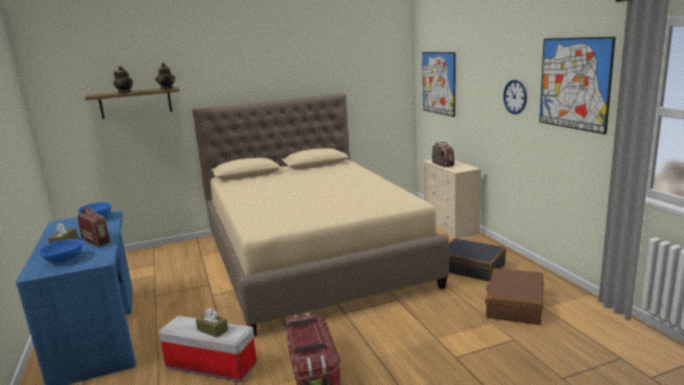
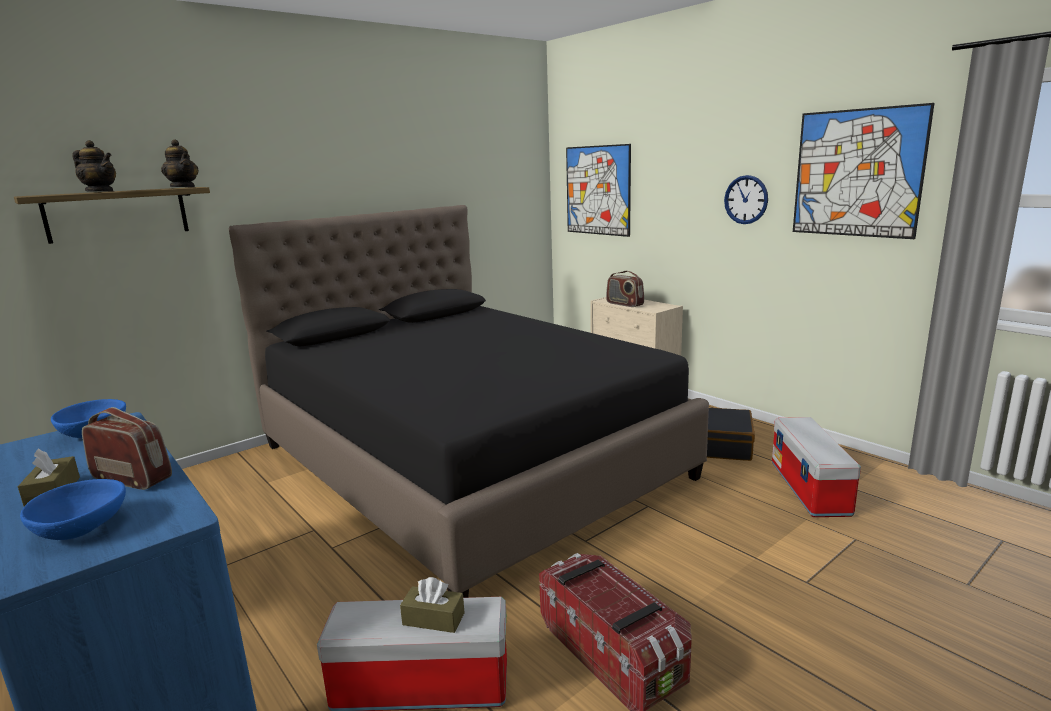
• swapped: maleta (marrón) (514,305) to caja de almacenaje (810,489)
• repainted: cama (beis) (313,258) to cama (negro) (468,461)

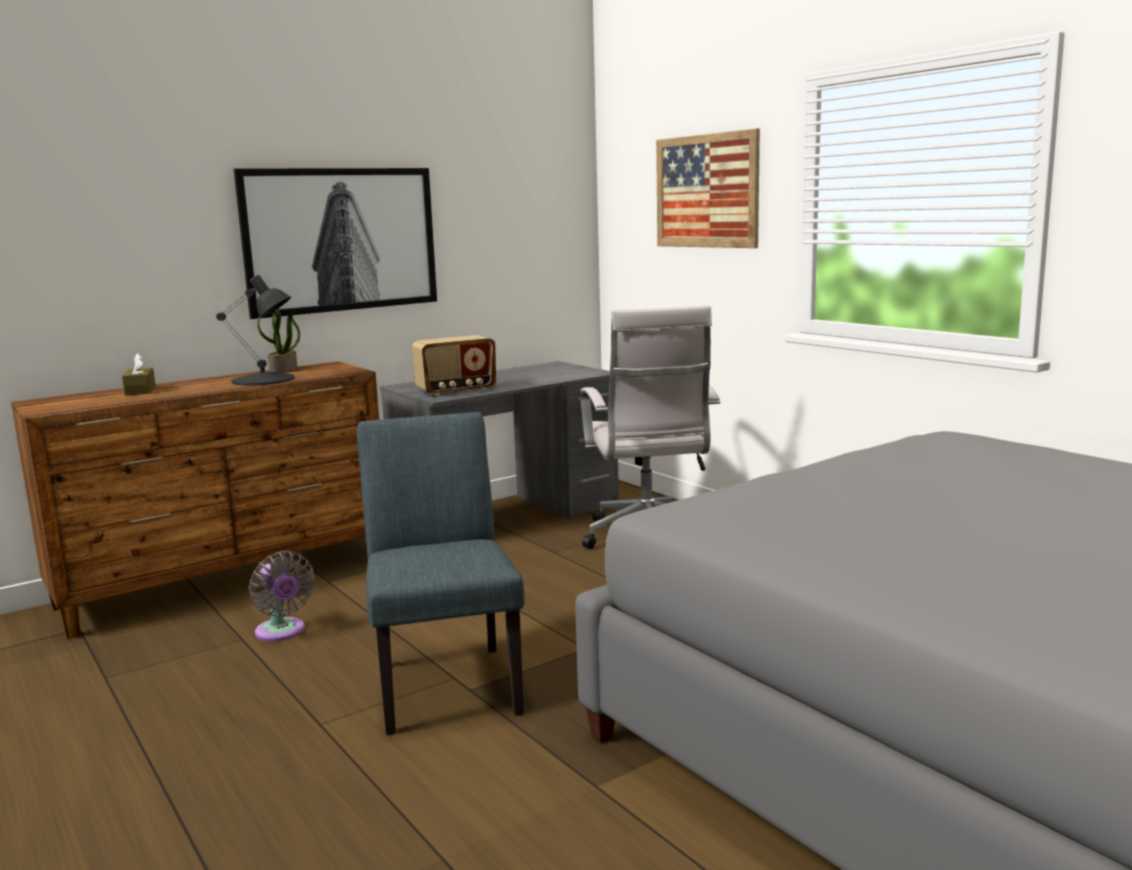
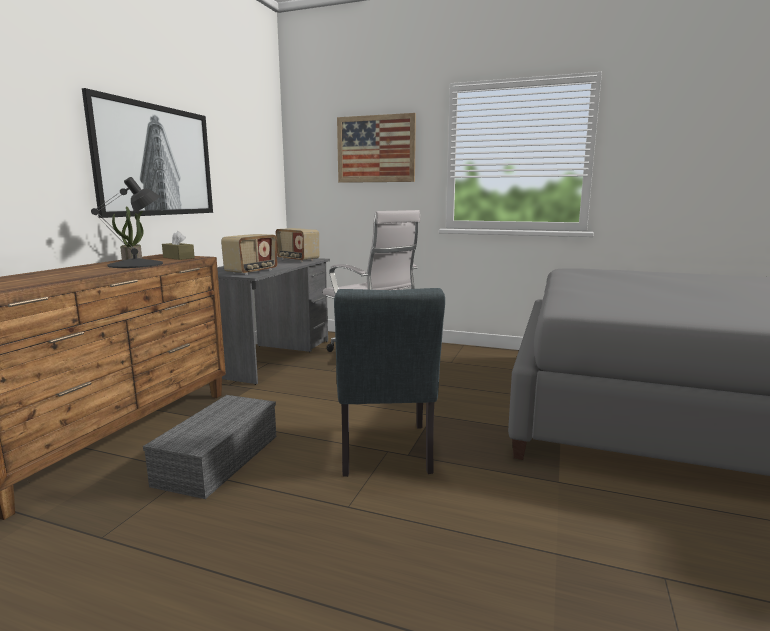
• new: radio (297,259)
• shifted: caja de pañuelos (marrón) (140,390) to (178,257)
• swapped: ventilador (gris) (282,632) to caja de almacenaje (gris) (218,458)
• rotated: silla (gris) (445,680) = (385,454) 135 degrees counterclockwise

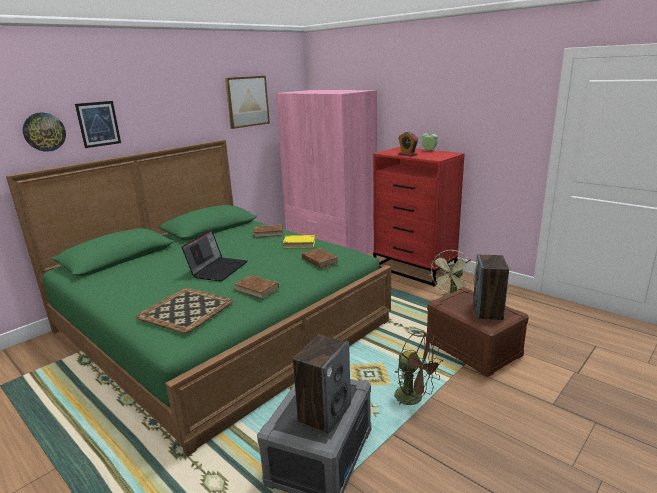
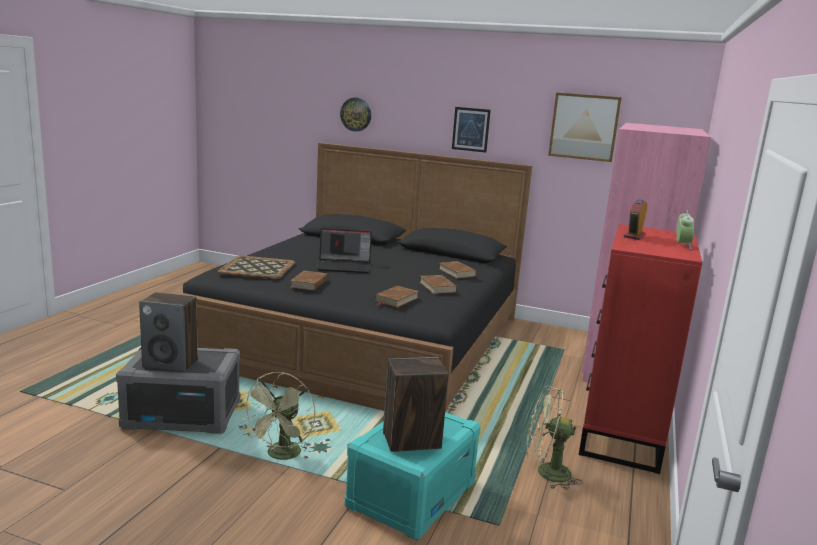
• shifted: cuadro (98,124) to (471,129)
• repainted: cama (verde) (219,326) to cama (negro) (365,337)
• repainted: libro (amarillo) (299,243) to libro (marrón) (437,287)
• repainted: ventilador (marrón) (414,398) to ventilador (verde) (281,456)
• repainted: caja de almacenaje (marrón) (472,349) to caja de almacenaje (turquesa) (411,494)

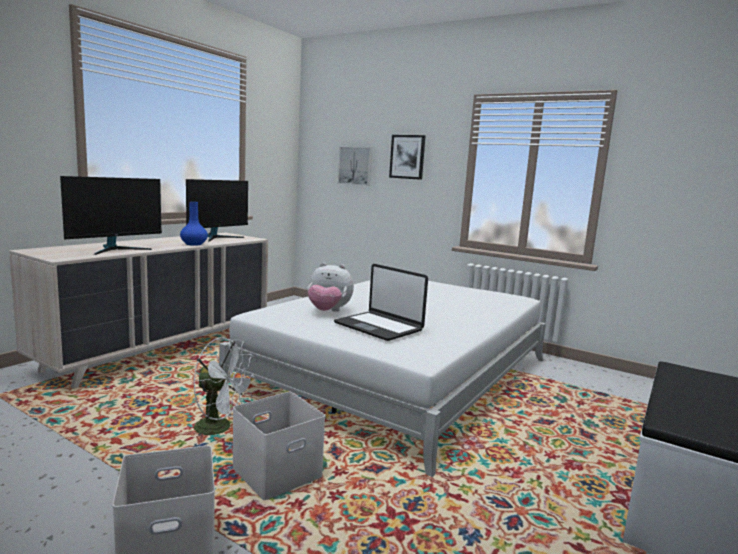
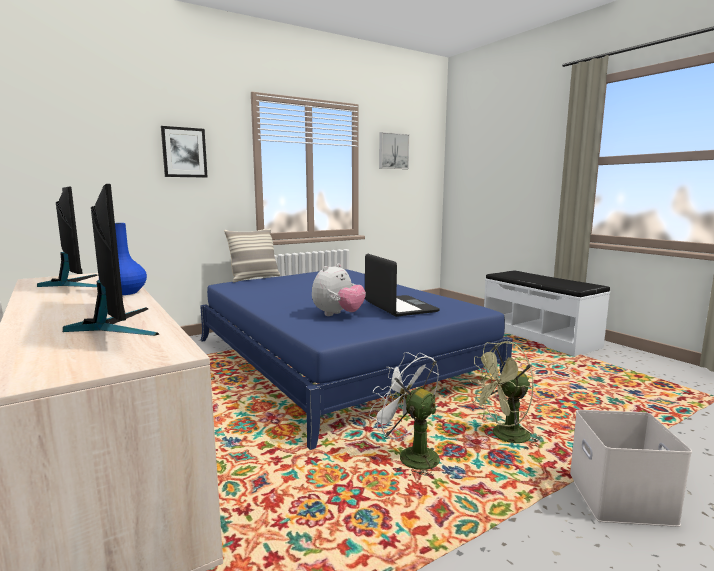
• new: cojín (254,278)
• shifted: cuadro (355,166) to (393,151)
• swapped: caja de almacenaje (blanco) (276,474) to ventilador (verde) (504,437)
• repainted: cama (blanco) (400,373) to cama (azul) (337,359)
• rotated: ventilador (blanco) (220,428) = (410,456) 90 degrees counterclockwise
• rotated: portátil (379,327) = (399,307) 90 degrees counterclockwise

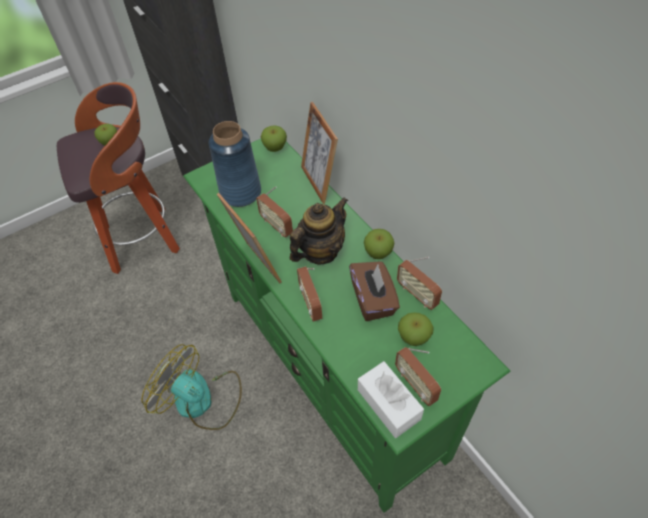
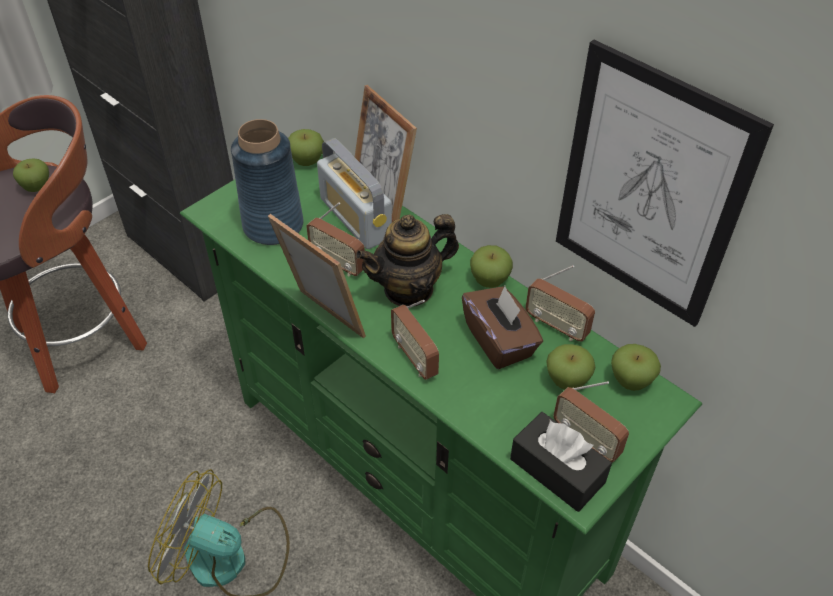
• new: radio (355,218)
• new: cuadro (649,190)
• new: manzana (630,381)
• repainted: caja de pañuelos (blanco) (388,404) to caja de pañuelos (negro) (557,470)
• rotated: tetera (320,251) = (409,289) 150 degrees counterclockwise

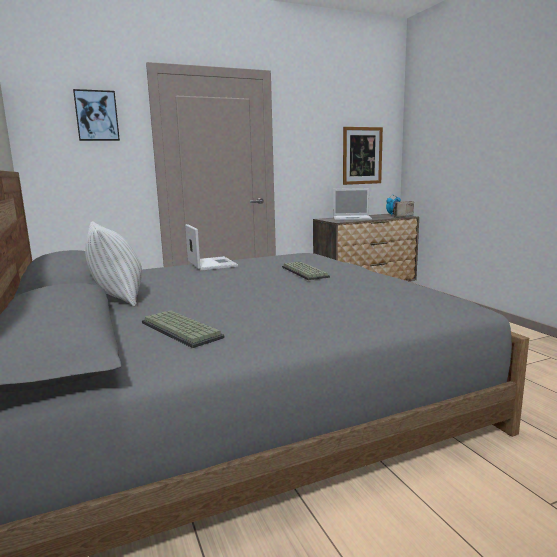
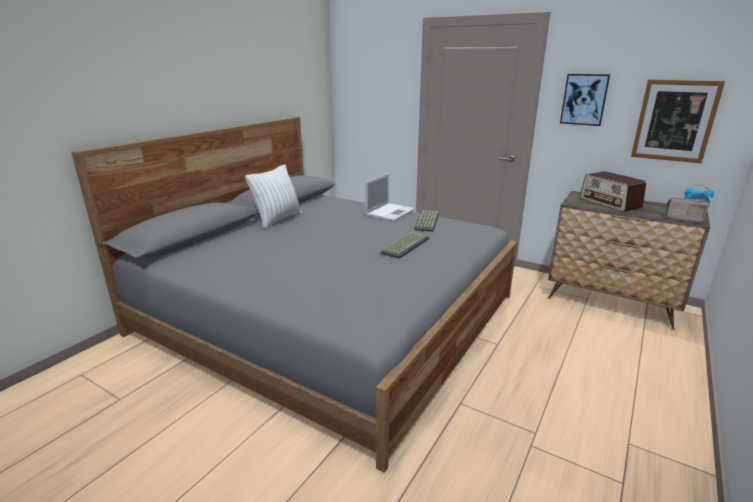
• shifted: cuadro (96,115) to (584,99)
• shifted: teclado (183,330) to (428,222)
• swapped: portátil (352,218) to radio (610,203)

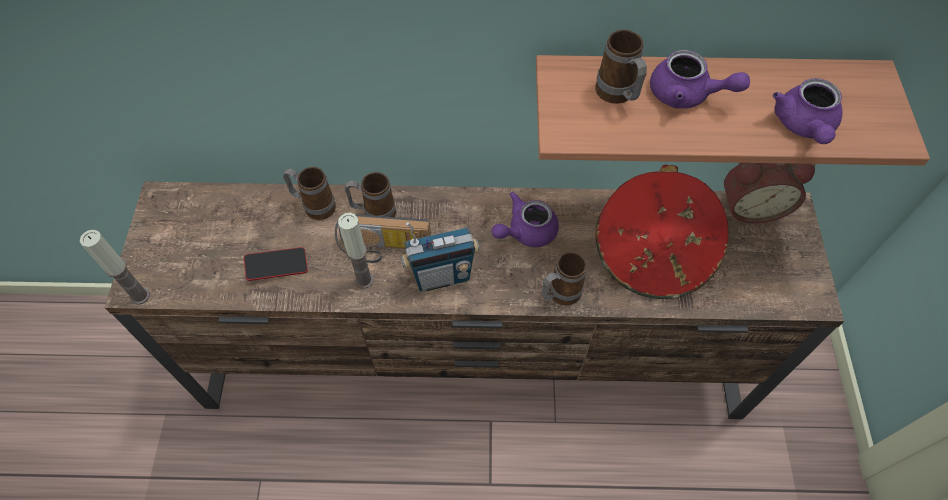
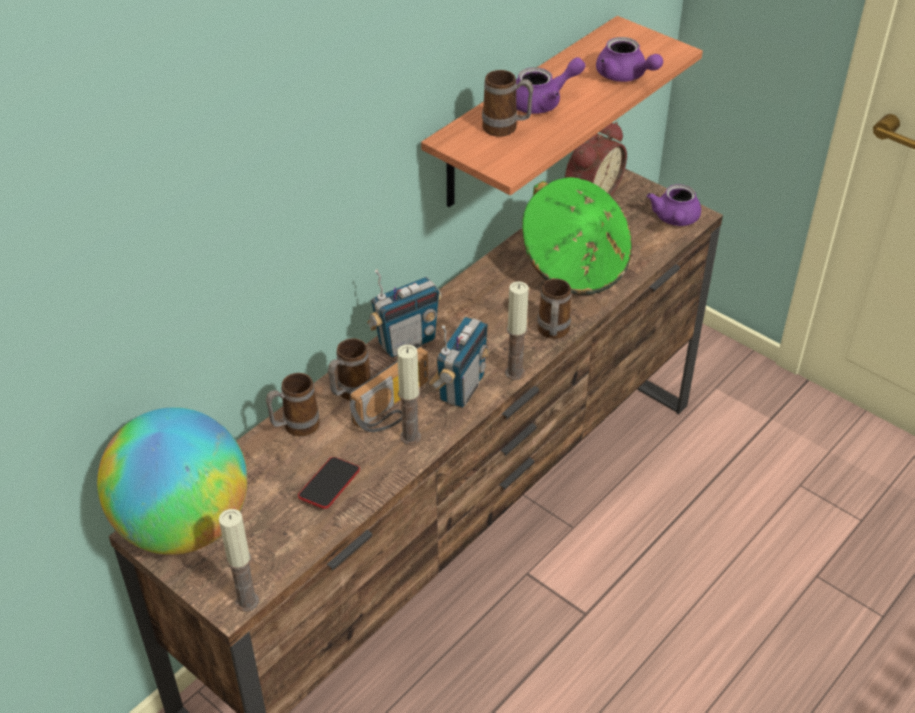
• new: globo terráqueo (184,525)
• new: radio (406,341)
• new: vela (515,373)
• shifted: tetera (morado) (526,231) to (675,220)
• repainted: sombrero (rojo) (653,255) to sombrero (verde) (574,265)

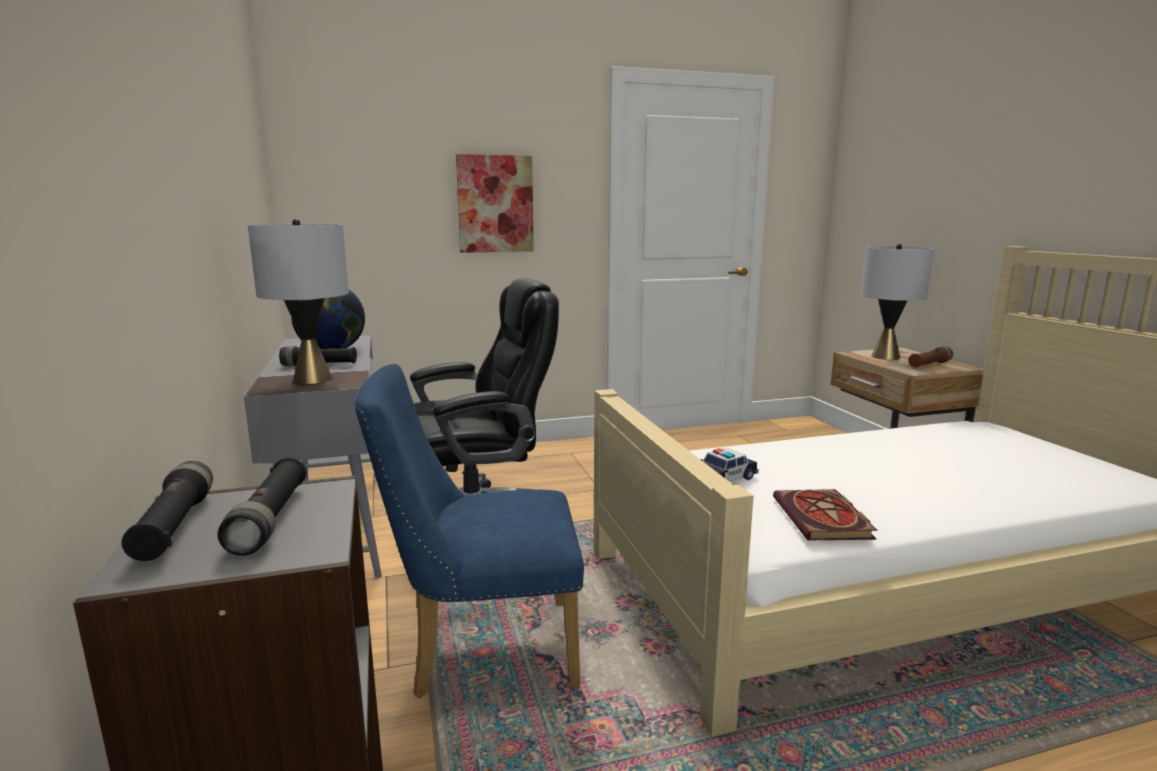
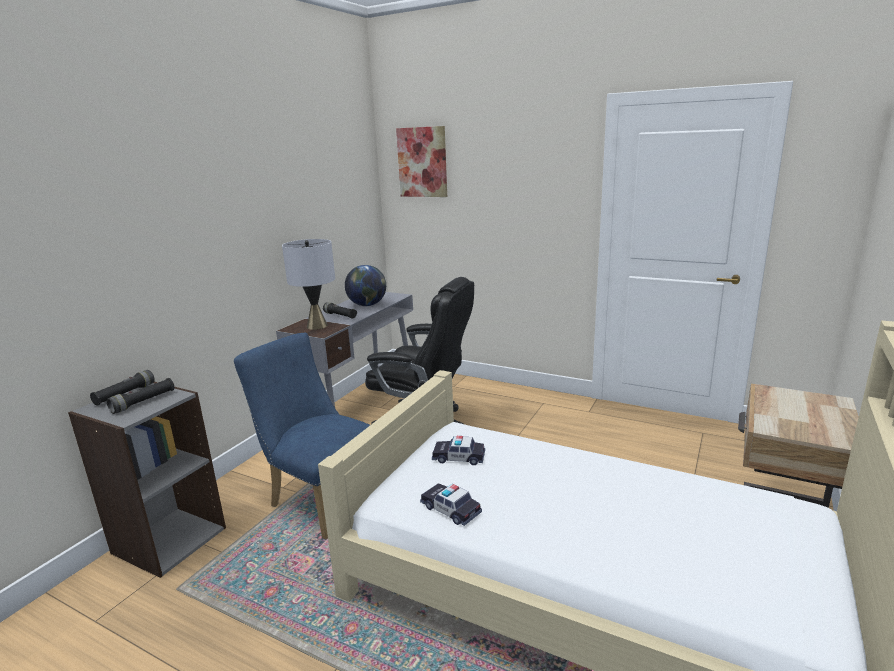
• gone: lámpara de mesa (gris) (886,357)
• gone: linterna (marrón) (929,365)
• shifted: cuadro (495,204) to (422,162)
• swapped: libro (824,520) to coche de juguete (450,509)

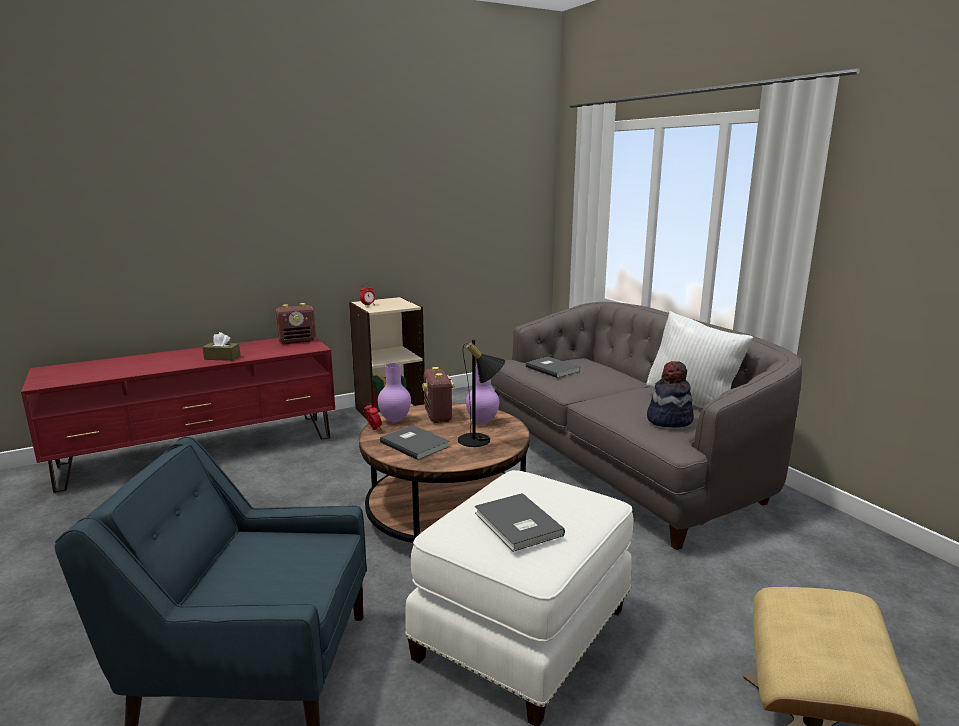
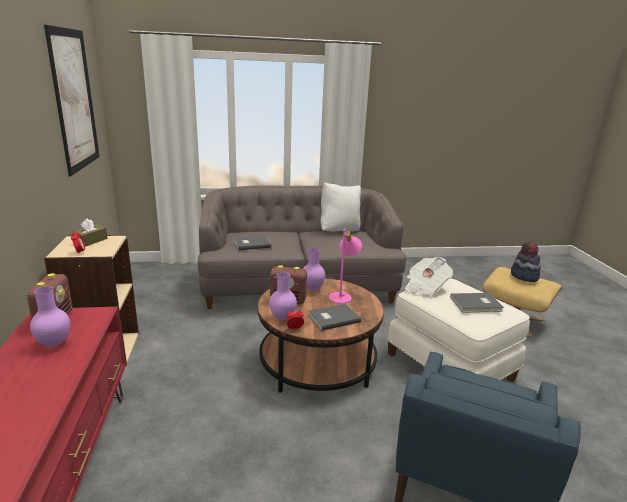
• new: florero (morado) (54,343)
• new: cuadro (74,100)
• new: periódico (425,287)
• shifted: caja de pañuelos (marrón) (222,358) to (91,241)
• shifted: sombrero (669,420) to (524,276)
• repainted: lámpara de mesa (negro) (480,441) to lámpara de mesa (rosa) (342,296)

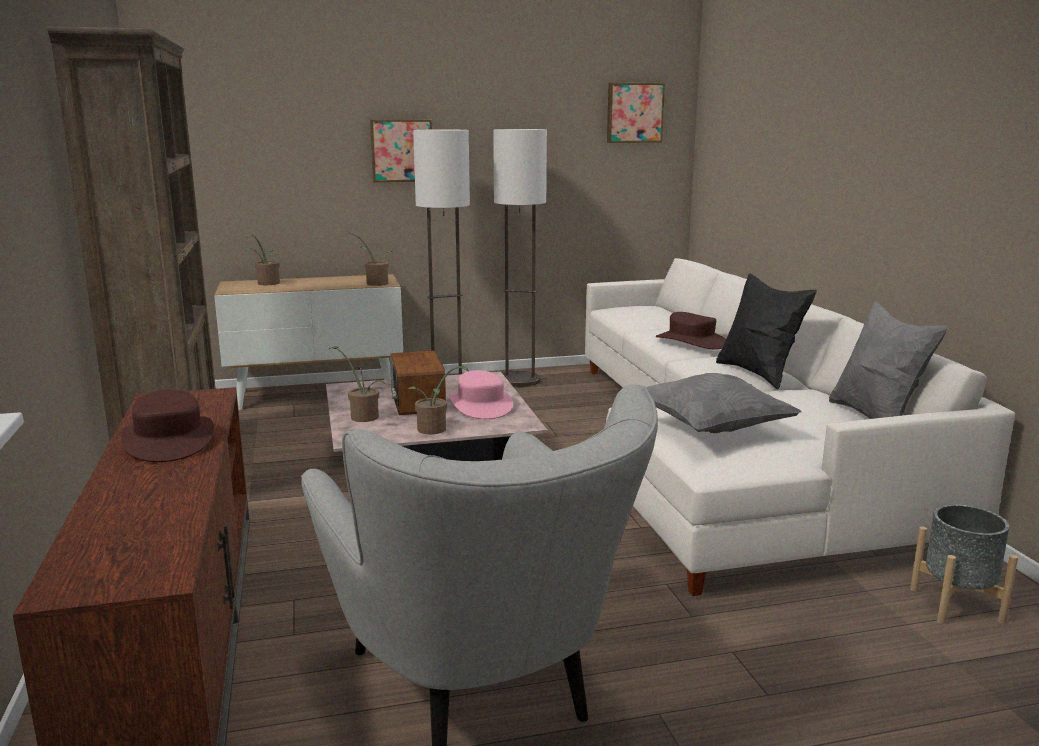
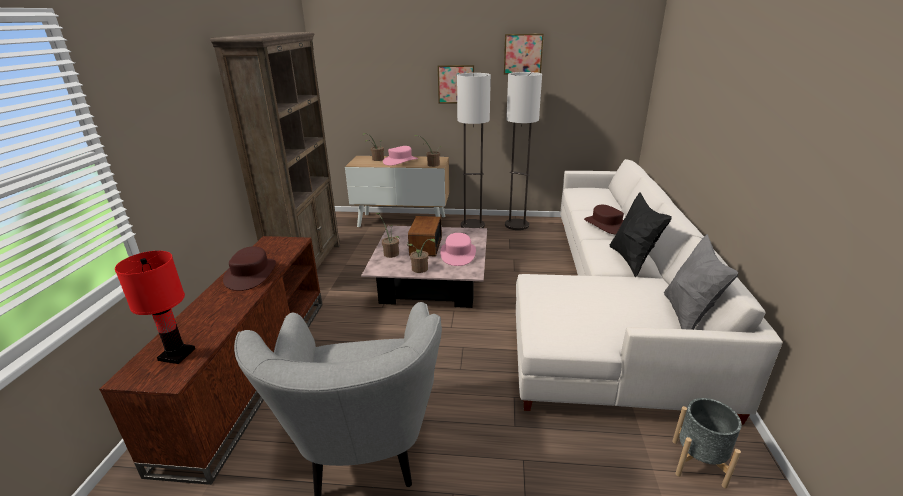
• gone: cojín (gris) (711,429)
• new: lámpara de mesa (rojo) (177,354)
• new: sombrero (rosa) (400,161)
• shifted: cuadro (634,113) to (523,54)

